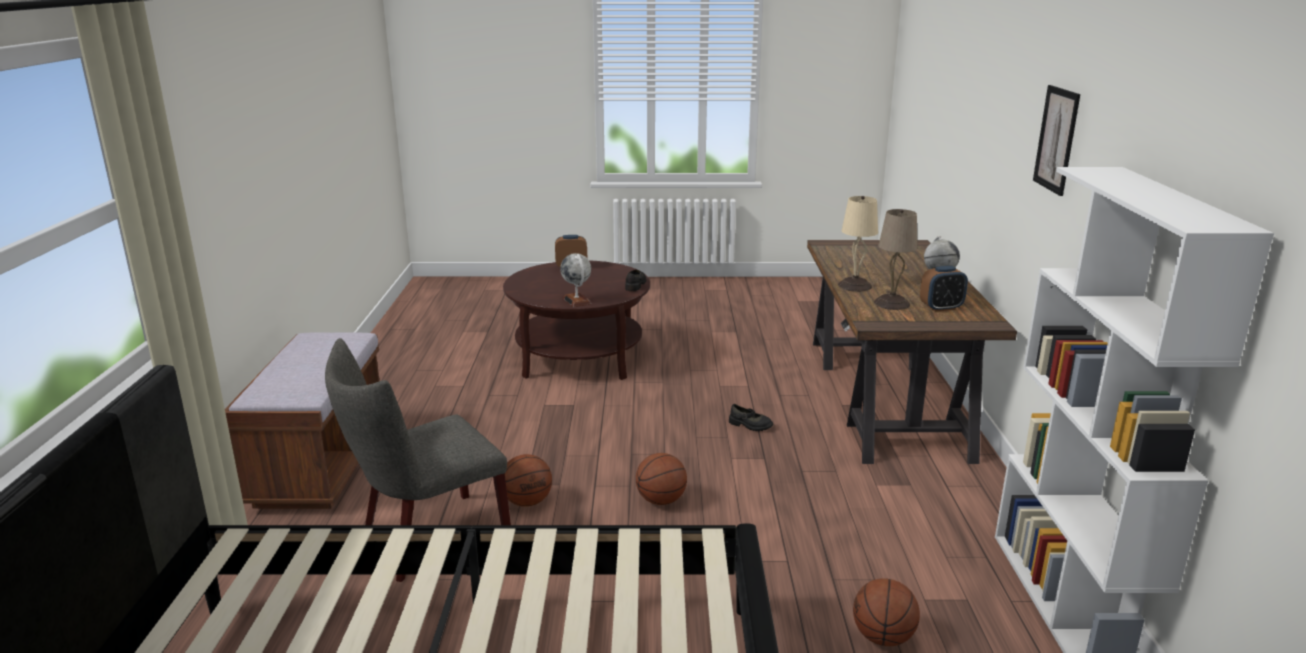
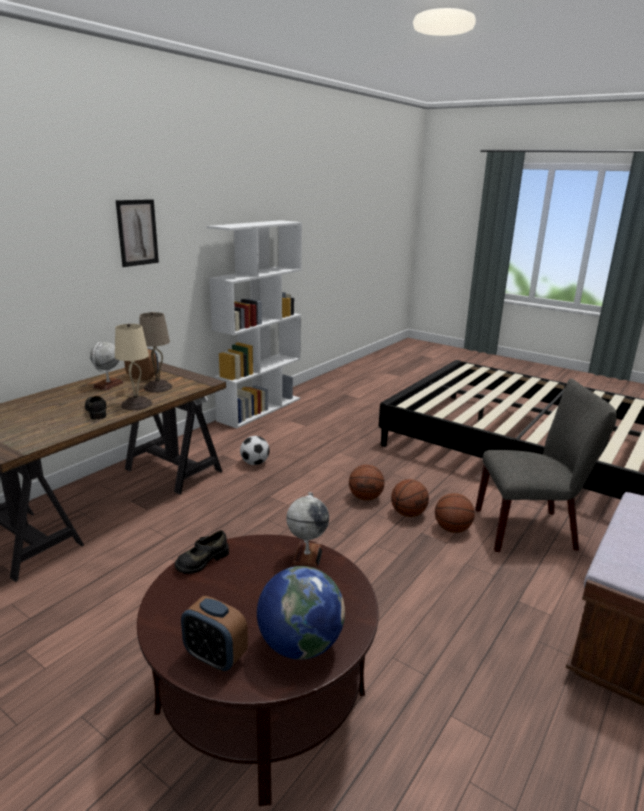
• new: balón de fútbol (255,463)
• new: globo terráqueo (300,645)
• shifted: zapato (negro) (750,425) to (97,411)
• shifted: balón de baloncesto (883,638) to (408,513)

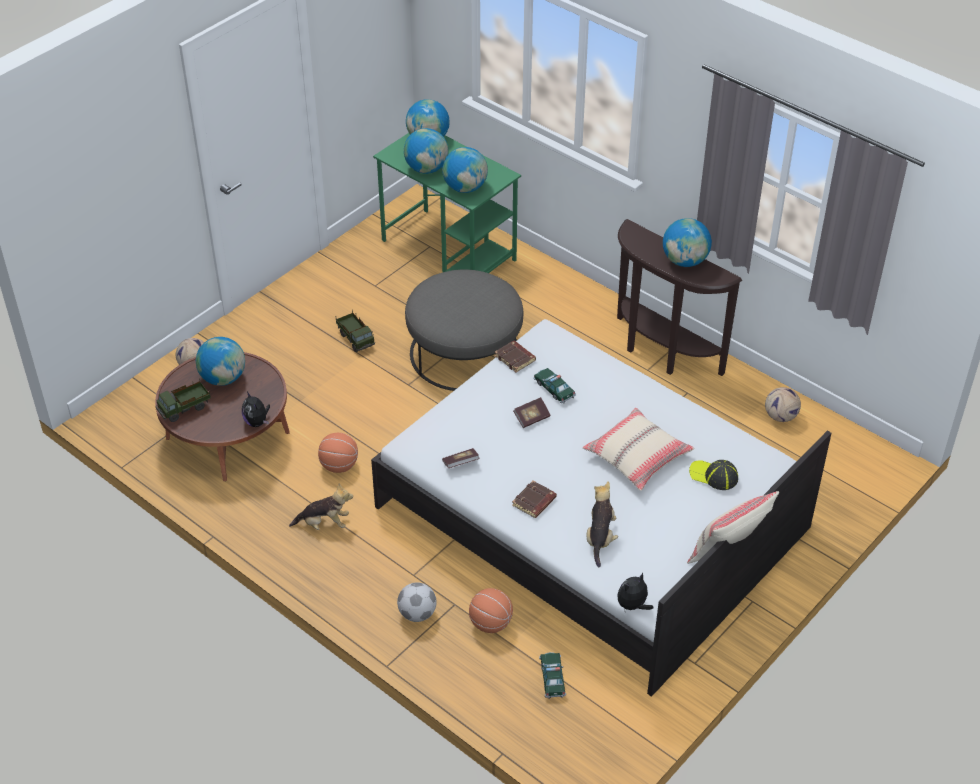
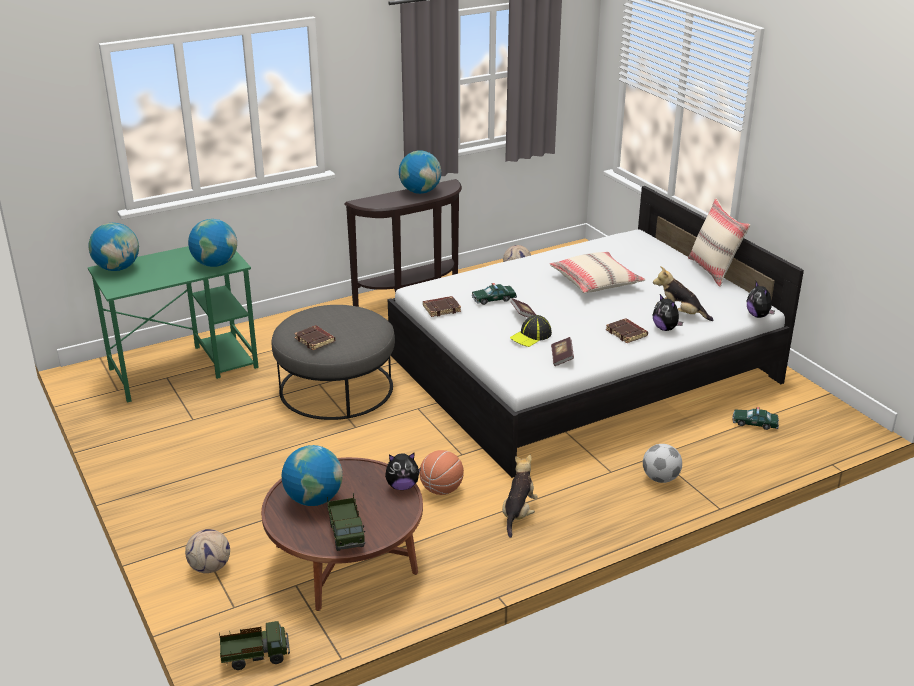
• gone: globo terráqueo (426,169)
• gone: balón de baloncesto (490,623)
• new: libro (marrón) (315,340)
• new: peluche (665,328)
• shifted: camión de juguete (356,339) to (255,657)
• shifted: gorra (713,476) to (531,336)

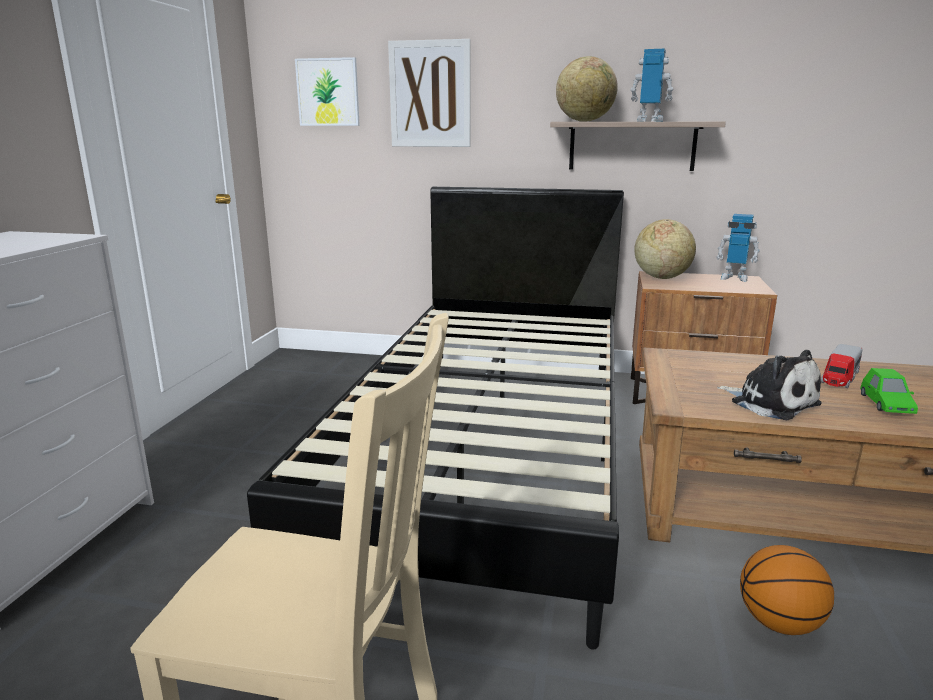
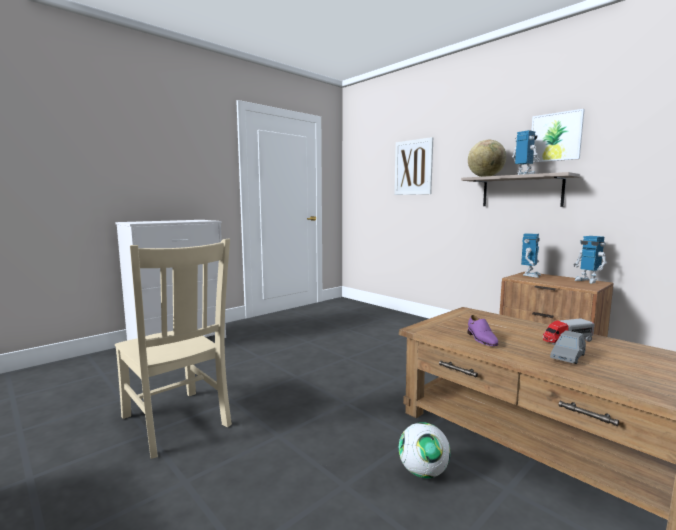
• gone: cama (negro) (489,452)
• shifted: cuadro (328,92) to (555,137)
• swapped: globo terráqueo (661,277) to robot de juguete (530,275)
• swapped: peluche (770,402) to zapato (morado) (481,339)
• swapped: balón de baloncesto (779,623) to balón de fútbol (423,472)
• repainted: coche de juguete (verde) (886,404) to coche de juguete (gris) (567,357)

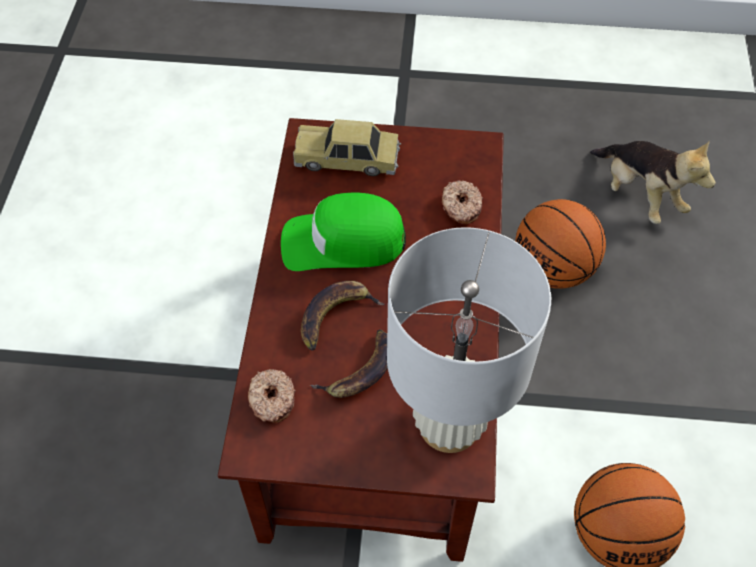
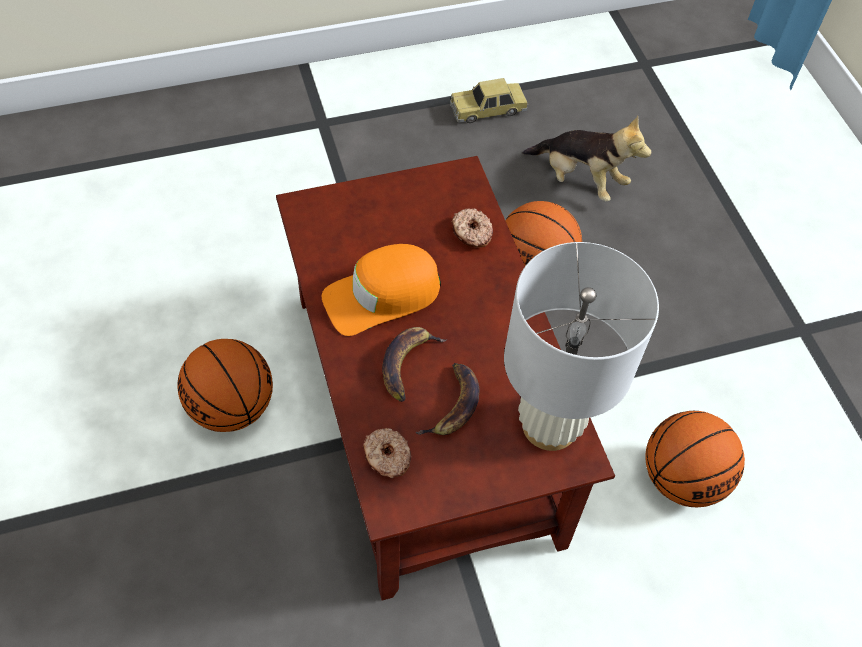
• new: balón de baloncesto (231,407)
• shifted: coche de juguete (347,159) to (488,109)
• repainted: gorra (verde) (343,242) to gorra (naranja) (382,296)

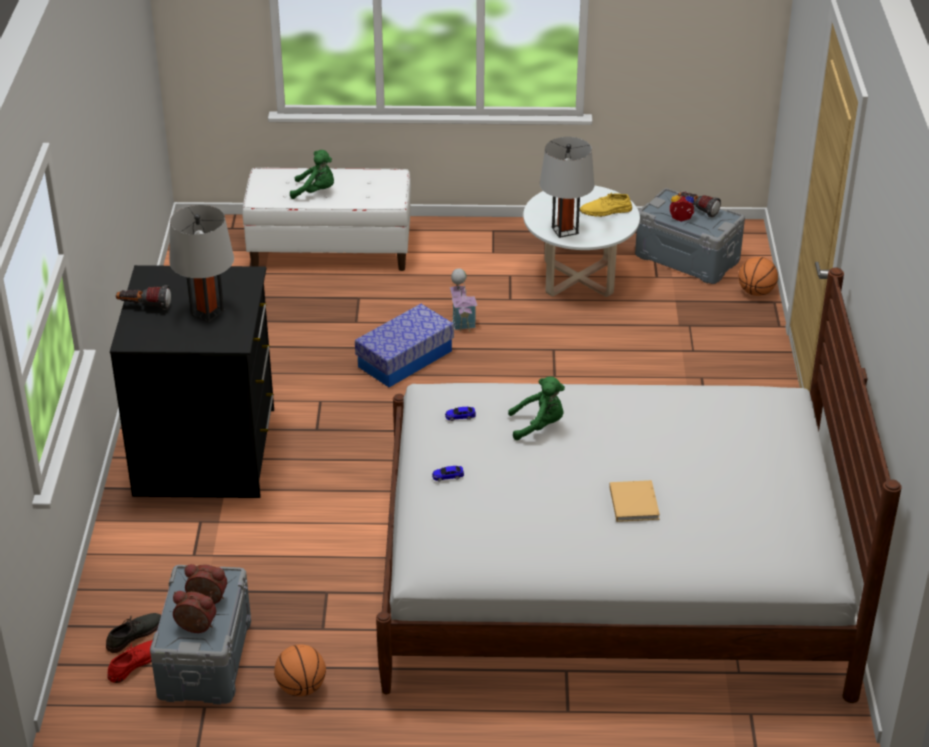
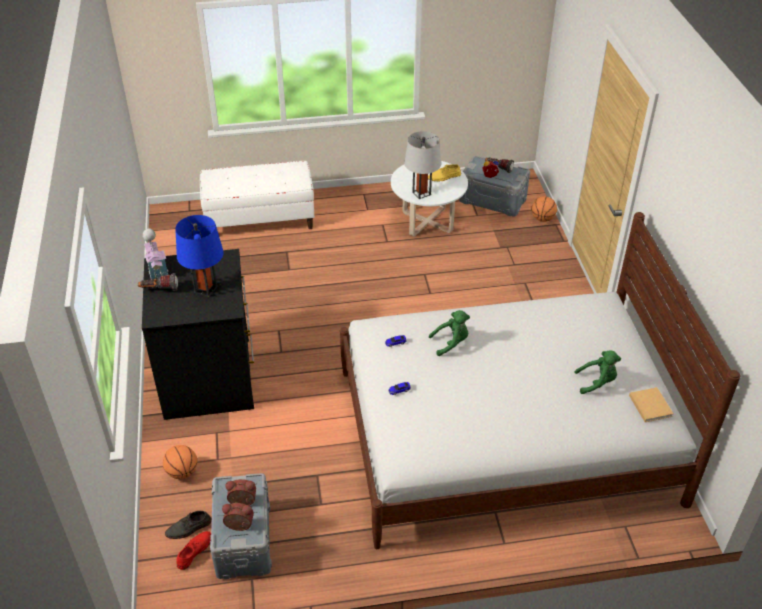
• gone: caja de almacenaje (405,359)
• shifted: balón de baloncesto (301,688) to (182,472)
• shifted: peluche (verde) (316,191) to (597,382)
• shifted: casita (462,318) to (157,268)
• shifted: libro (beis) (633,501) to (650,405)
• repainted: lámpara de mesa (gris) (207,312) to lámpara de mesa (azul) (206,289)
• rotated: zapato (gris) (134,634) = (188,528) 150 degrees counterclockwise

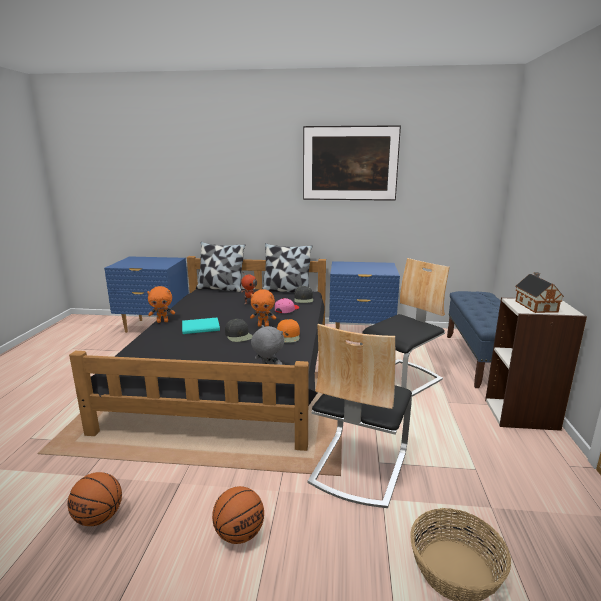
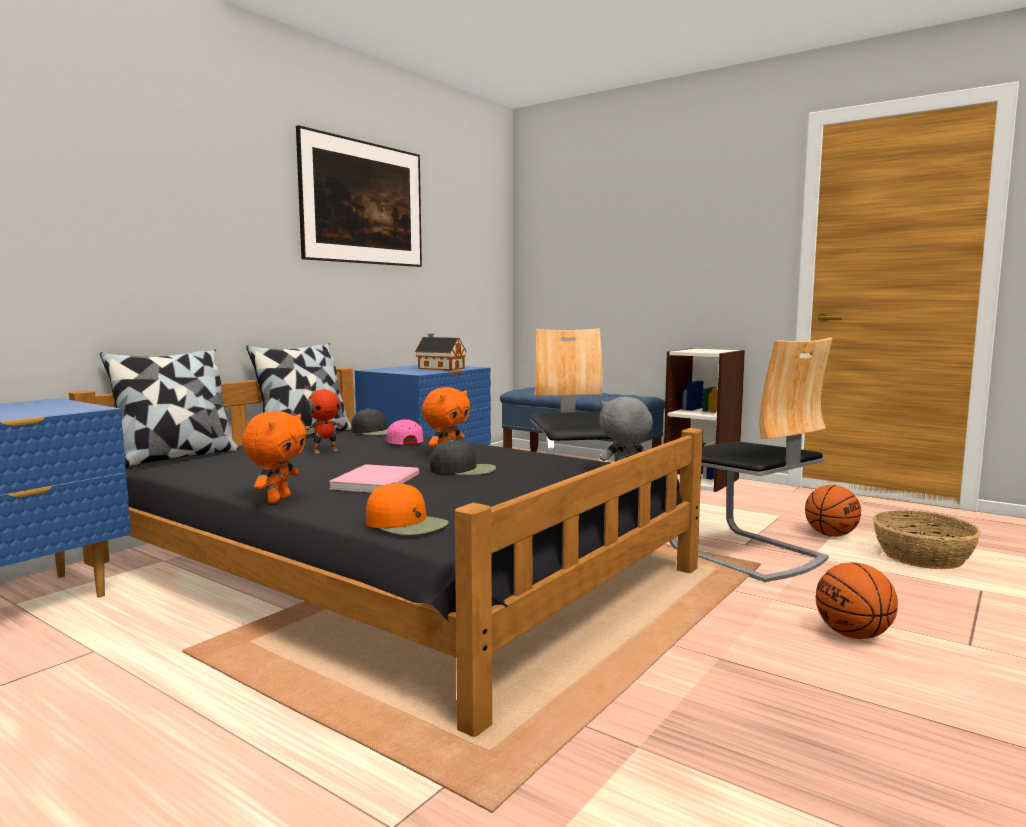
• shifted: balón de baloncesto (99,517) to (830,535)
• shifted: gorra (naranja) (288,336) to (407,524)
• shifted: casita (535,306) to (440,368)
• repainted: libro (turquesa) (202,327) to libro (rosa) (378,481)

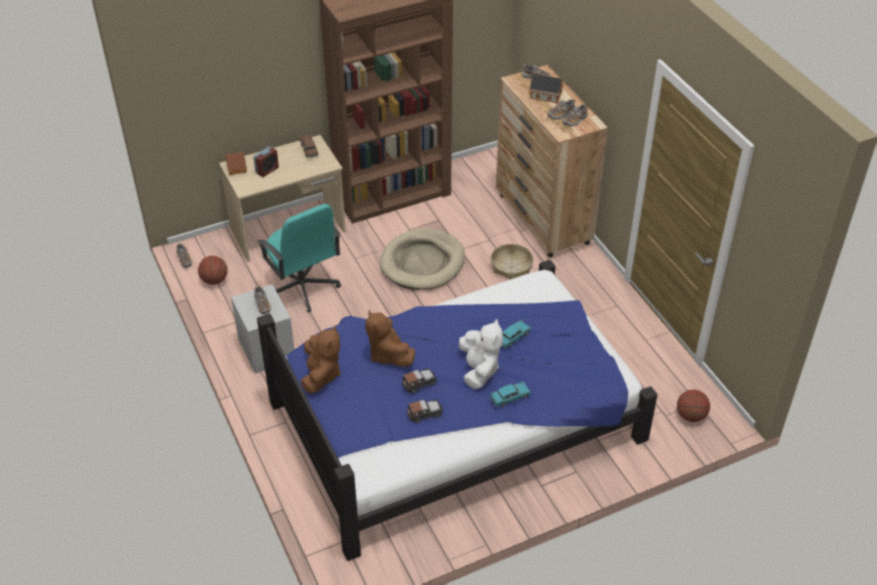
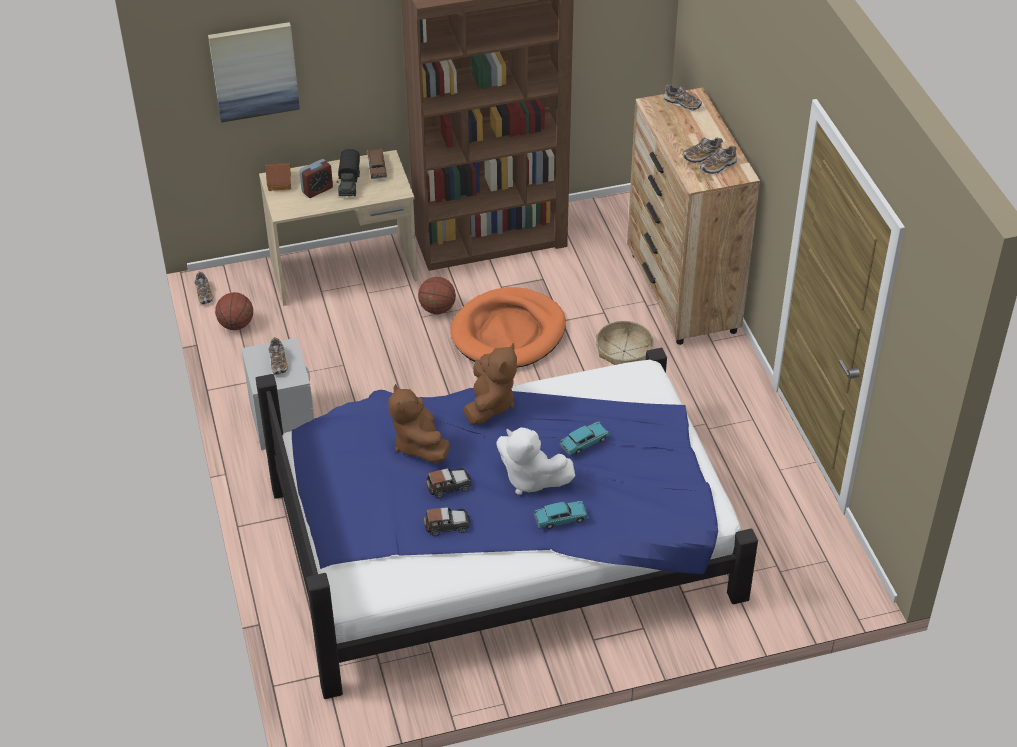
• gone: silla de oficina (turquesa) (302,287)
• gone: casita (544,95)
• new: cuadro (254,71)
• new: camión de juguete (349,183)
• shifted: peluche (marrón) (321,375) to (490,404)
• shifted: balón de baloncesto (690,416) to (437,309)
• repainted: cama para perro (beis) (423,263) to cama para perro (naranja) (508,333)
• rotated: peluche (blanco) (479,370) = (530,479) 120 degrees clockwise

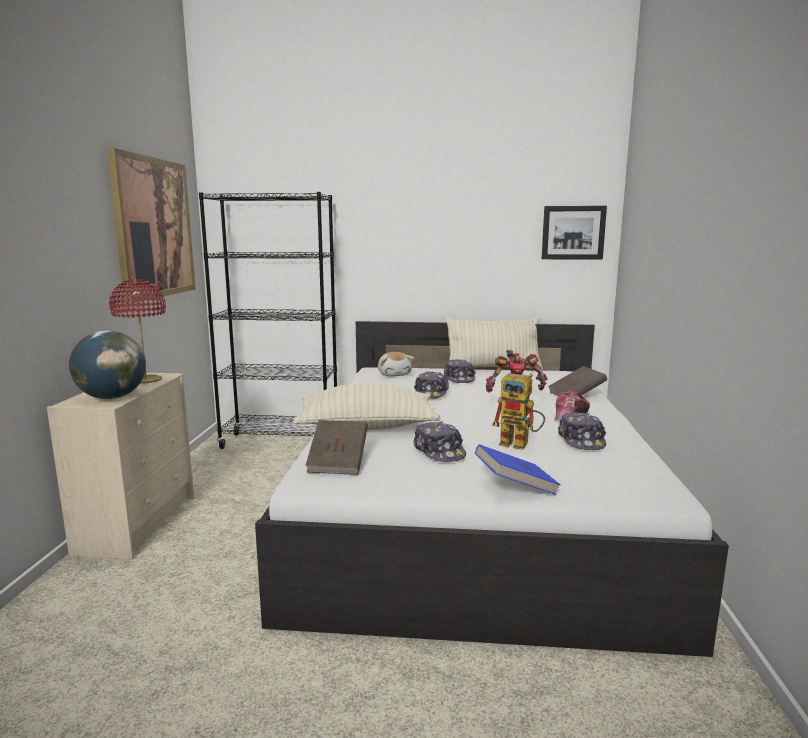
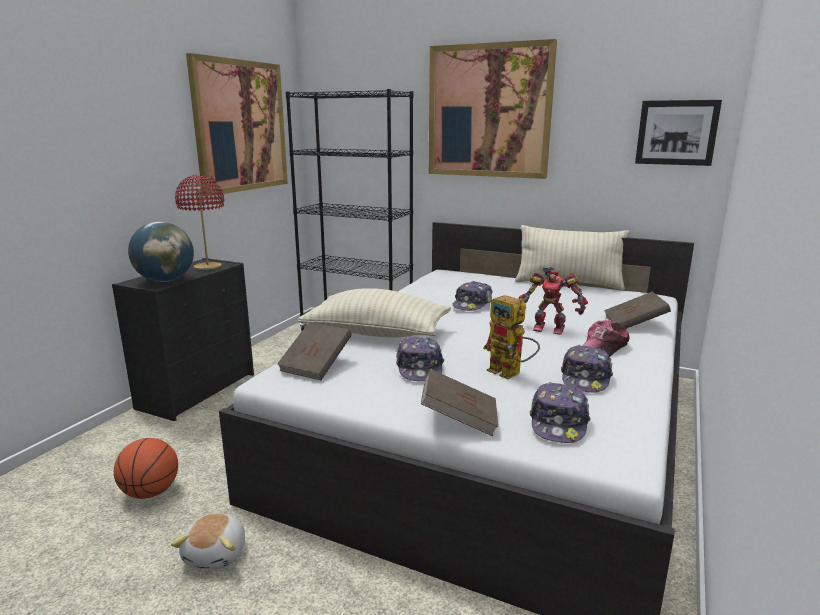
• new: balón de baloncesto (151,492)
• new: cuadro (488,111)
• shifted: peluche (394,374) to (217,554)
• shifted: gorra (459,378) to (558,423)
• repainted: cómoda (beis) (138,523) to cómoda (negro) (198,390)
• repainted: libro (azul) (515,486) to libro (marrón) (459,419)

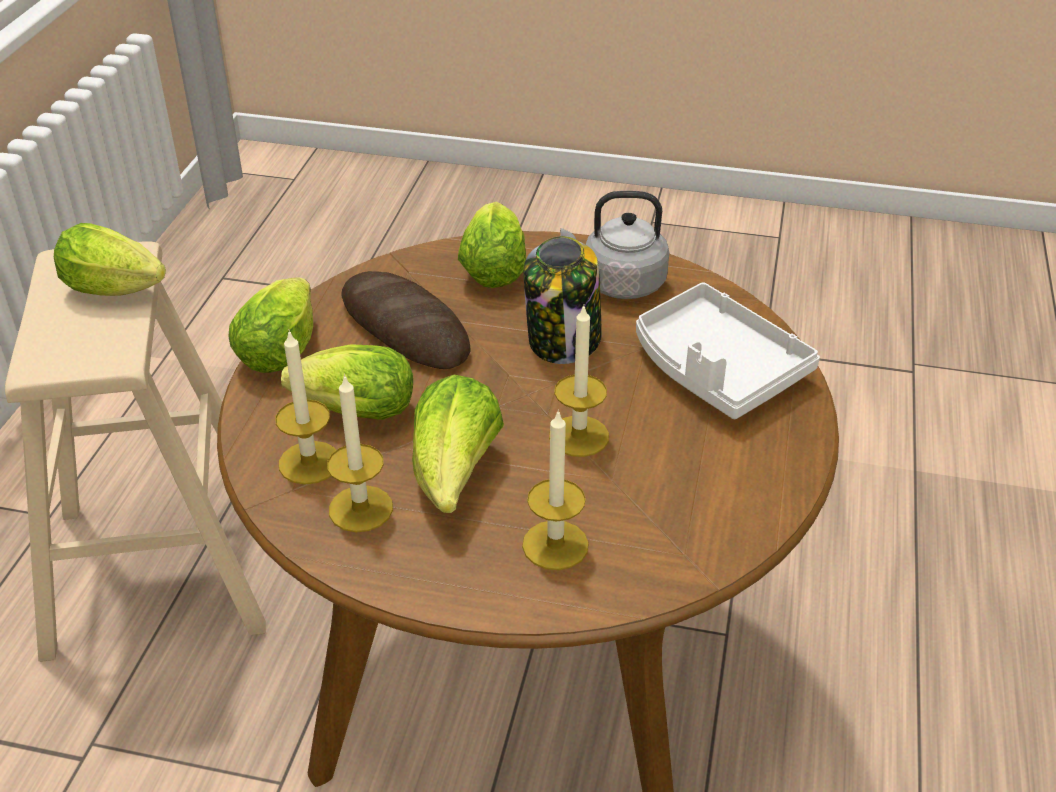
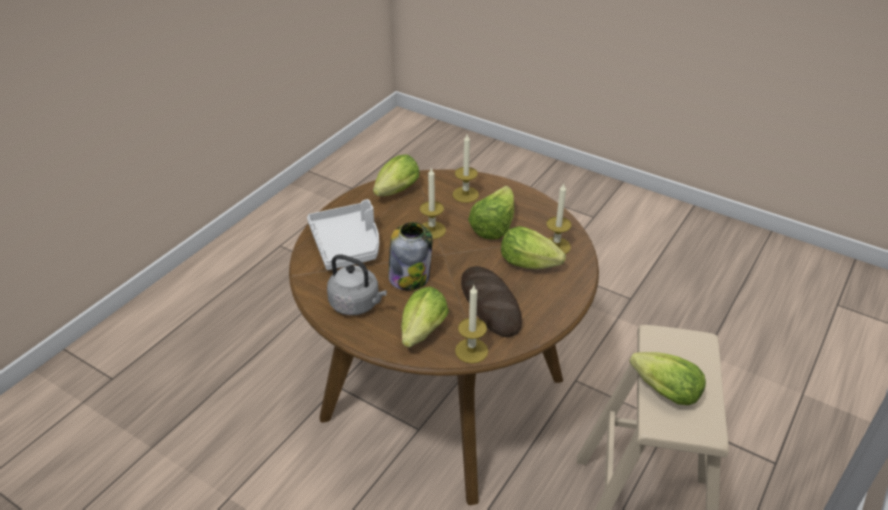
• shifted: lechuga (282,348) to (395,193)
• shifted: vela (361,509) to (471,351)

